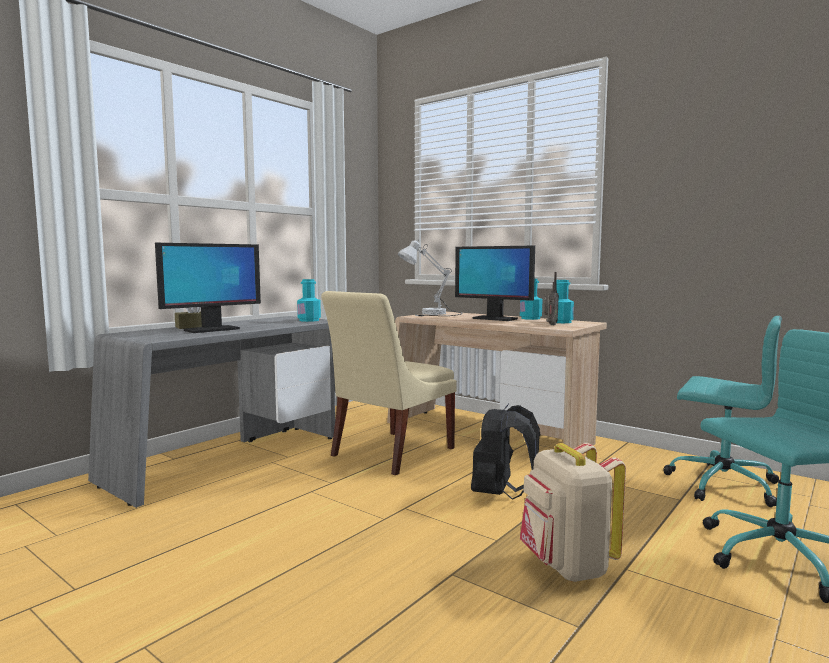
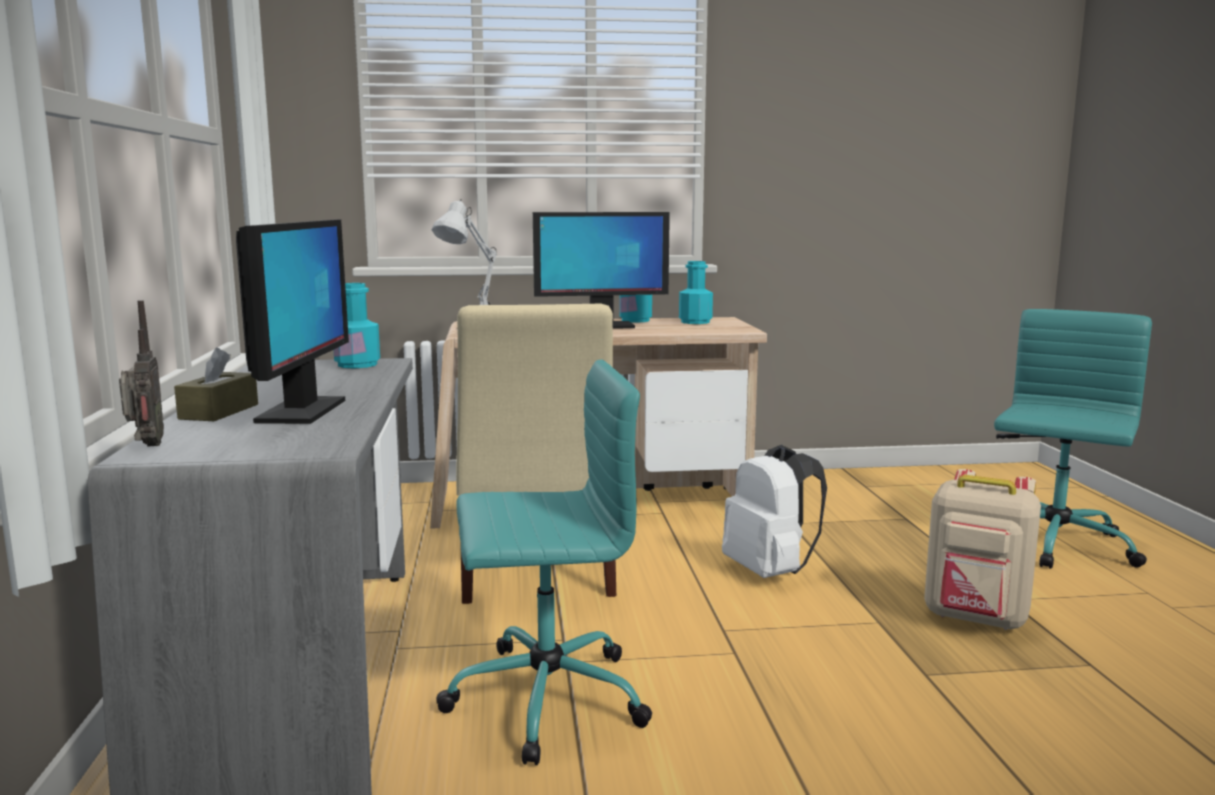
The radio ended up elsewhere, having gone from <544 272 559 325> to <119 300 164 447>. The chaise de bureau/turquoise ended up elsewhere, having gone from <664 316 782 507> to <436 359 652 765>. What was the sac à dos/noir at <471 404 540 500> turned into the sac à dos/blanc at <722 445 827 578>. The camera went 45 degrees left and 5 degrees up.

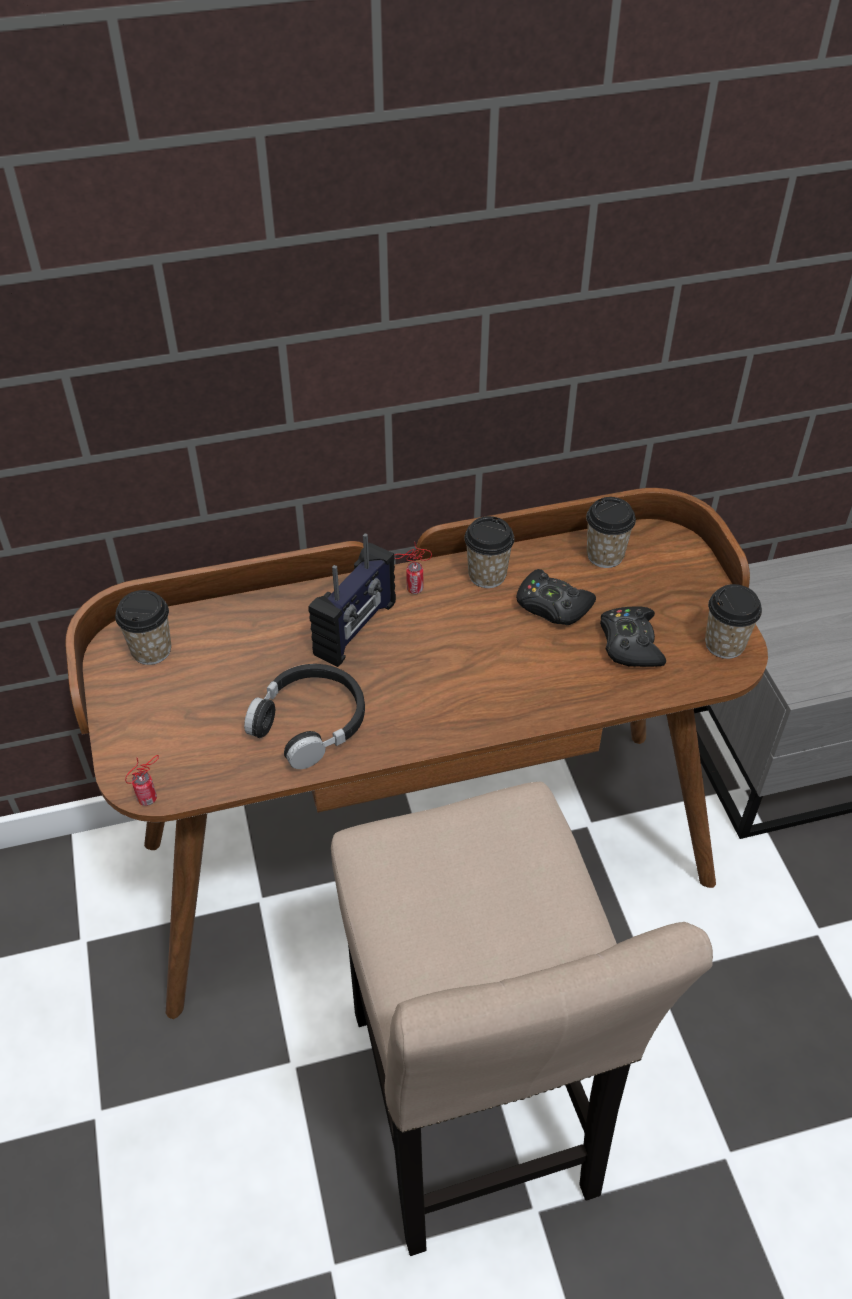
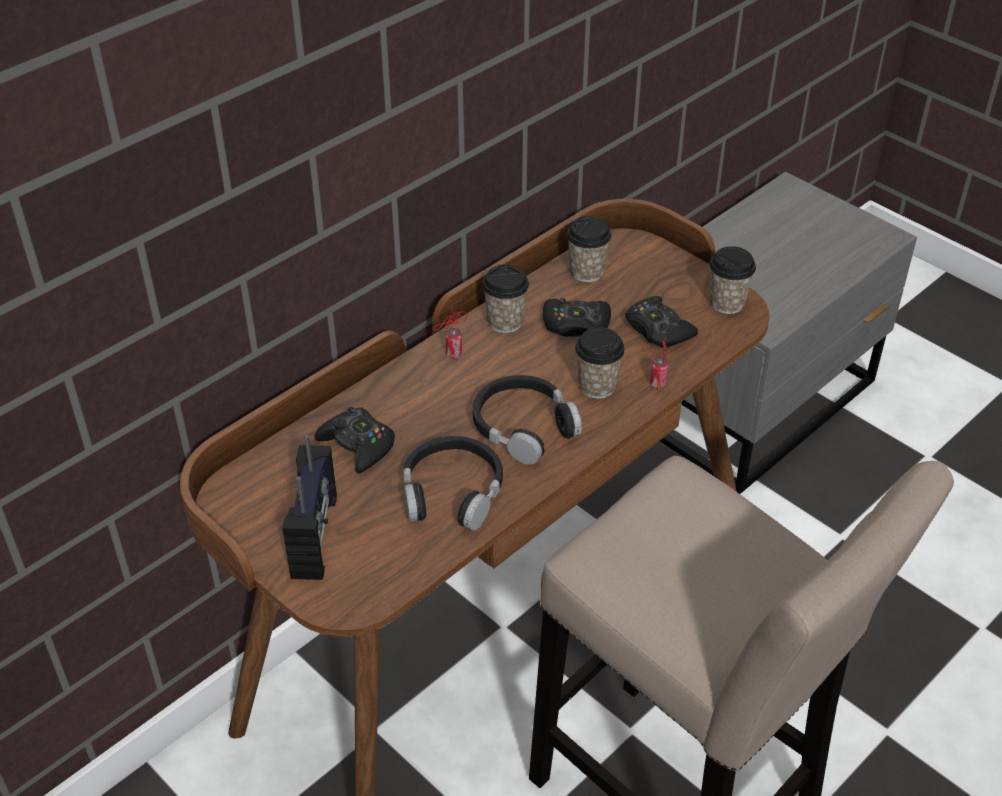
The radio ended up elsewhere, having gone from <308 533 396 667> to <282 435 337 580>. The tasse ended up elsewhere, having gone from <115 590 171 665> to <575 327 625 399>. The boîte métallique ended up elsewhere, having gone from <125 755 159 806> to <650 338 668 388>. The second view gained the casque audio/noir at <473 375 582 465>. The second view gained the manette/noir at <315 407 395 474>. The camera went 30 degrees left and 5 degrees down.

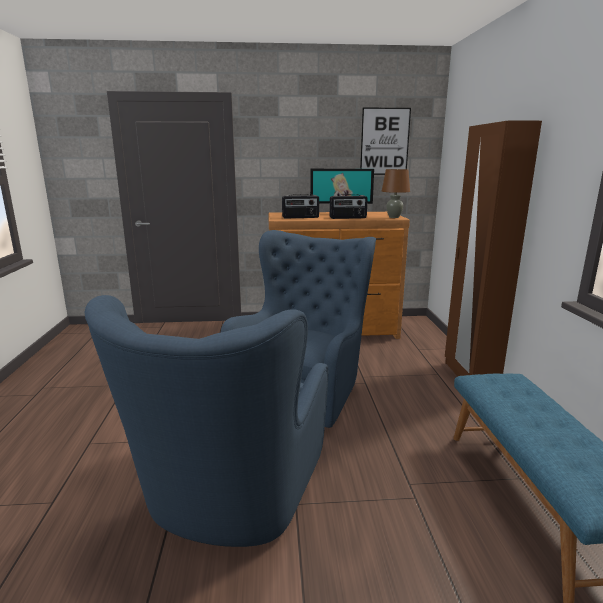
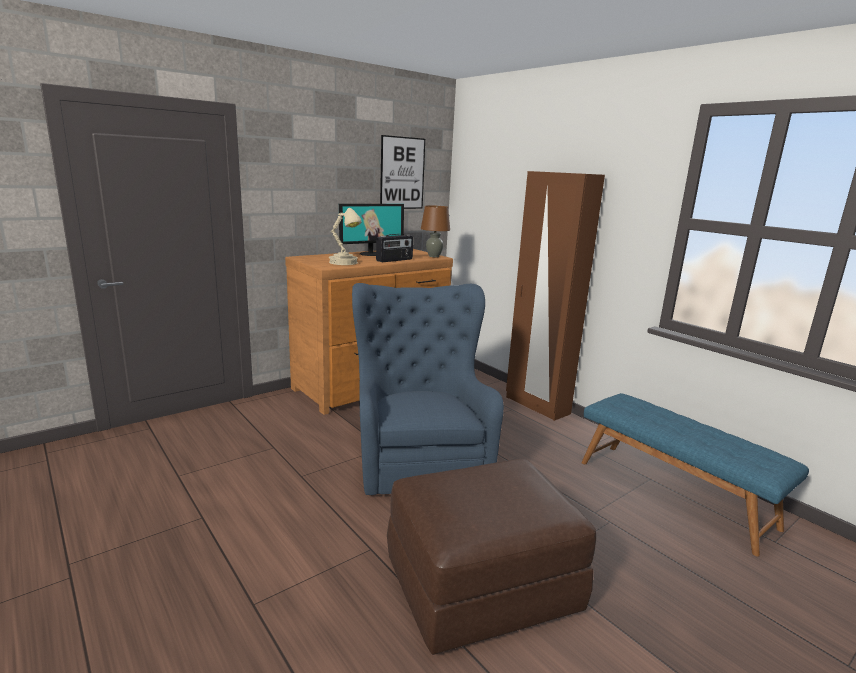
Where the radio stood at <282 194 319 219>, the lampe de table/beige came to stand at <329 208 361 265>. Where the fauteuil/bleu stood at <85 295 328 547>, the pouf/marron came to stand at <387 458 596 655>. The camera went 35 degrees left and 0 degrees up.

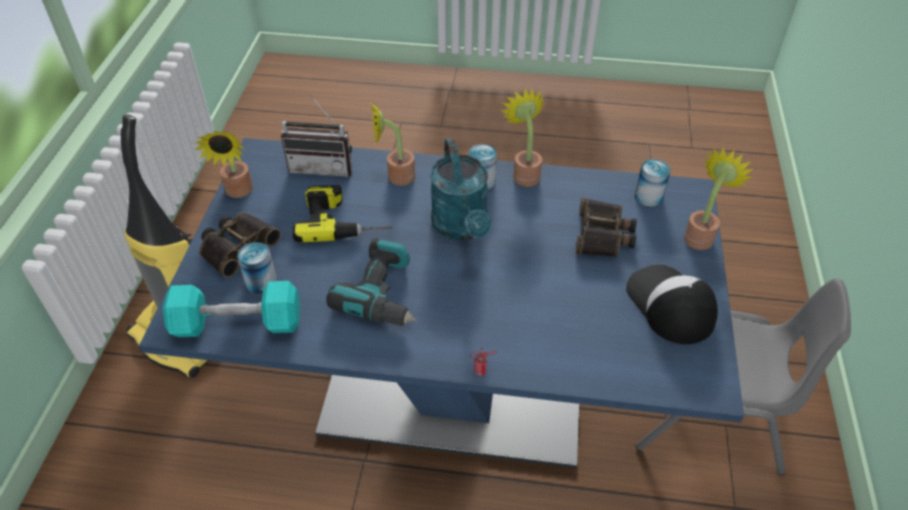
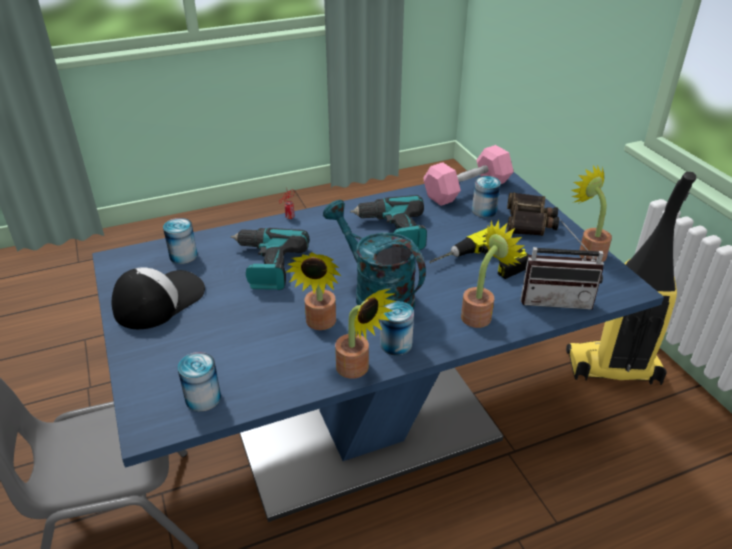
The radio at <281 94 352 177> ended up facing another way, 150 degrees counterclockwise from before. The plante en pot ended up elsewhere, having gone from <684 146 753 250> to <285 252 341 330>. The second view lost the jumelles at <575 198 637 257>. The casquette at <626 265 718 344> ended up facing another way, 90 degrees counterclockwise from before. What was the haltère/turquoise at <163 281 300 337> turned into the haltère/rose at <423 145 514 206>. The second view gained the boîte métallique at <163 218 197 264>. The second view gained the perceuse at <231 228 309 290>. The camera went 150 degrees right and 10 degrees down.

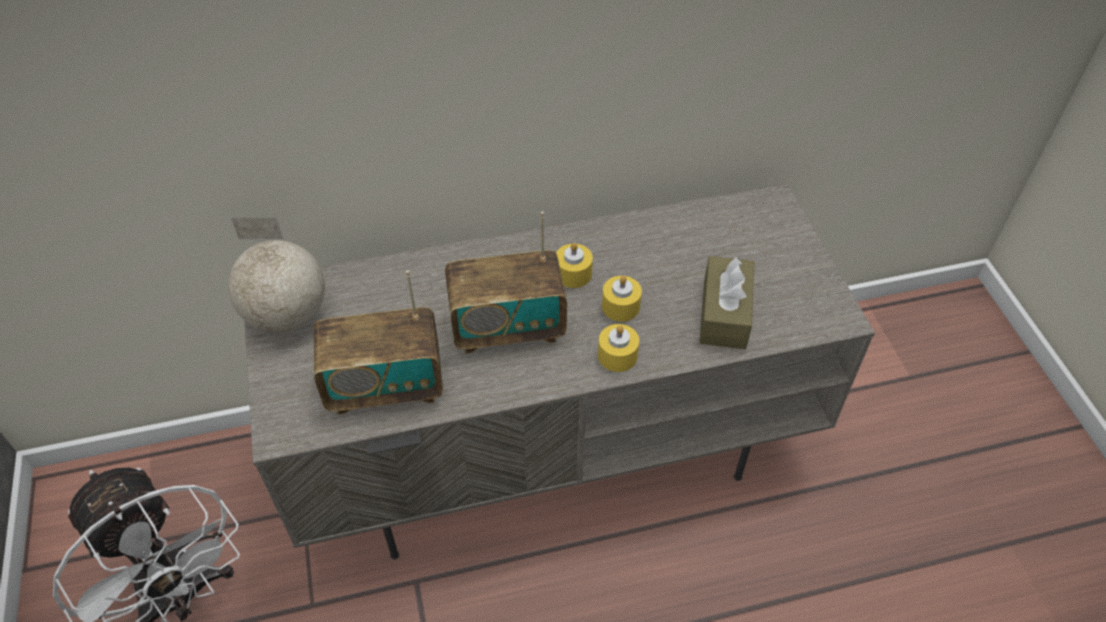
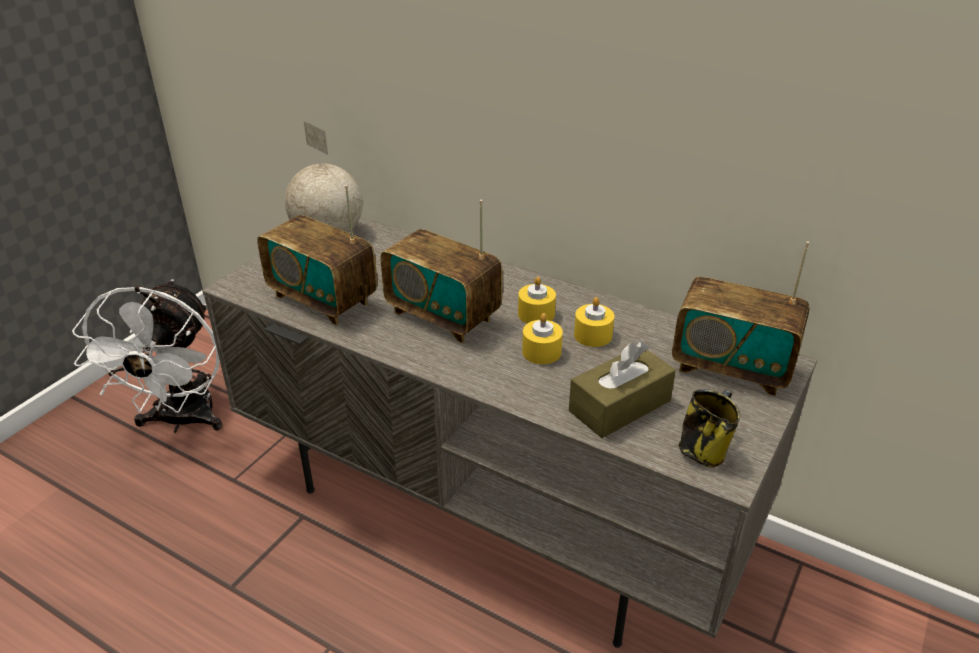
The bougie/jaune ended up elsewhere, having gone from <598 324 639 372> to <574 297 614 347>. The second view gained the radio at <672 241 809 396>. The second view gained the mug at <678 389 740 467>. The camera went 45 degrees right and 15 degrees down.

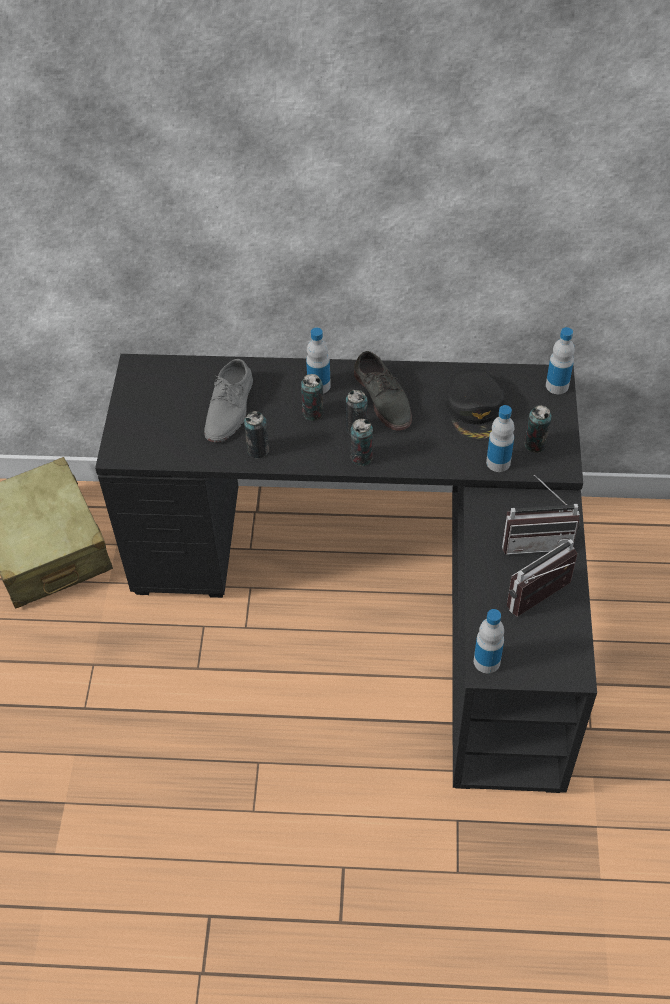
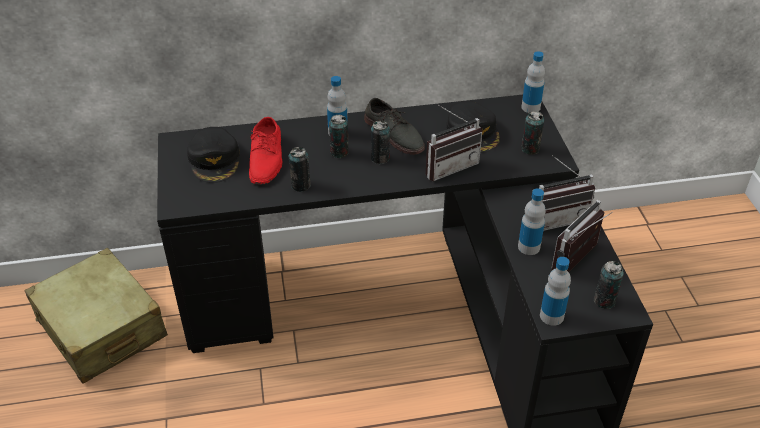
What was the chaussure/gris at <204 359 253 442> turned into the chaussure/rouge at <249 117 283 185>. The bouteille ended up elsewhere, having gone from <486 405 515 472> to <518 188 546 255>. The boîte métallique ended up elsewhere, having gone from <350 419 373 466> to <594 261 624 309>. The second view gained the radio at <426 105 482 181>. The second view gained the casquette/noir at <187 127 240 183>. The camera went 15 degrees left and 10 degrees down.

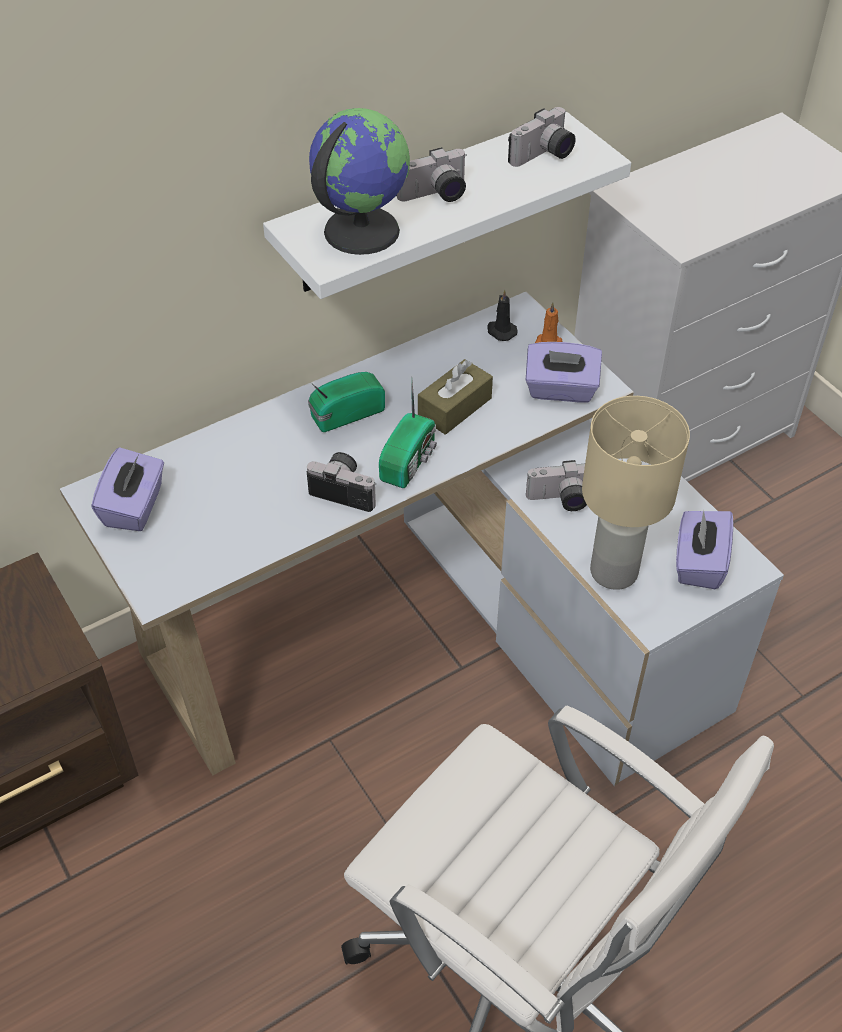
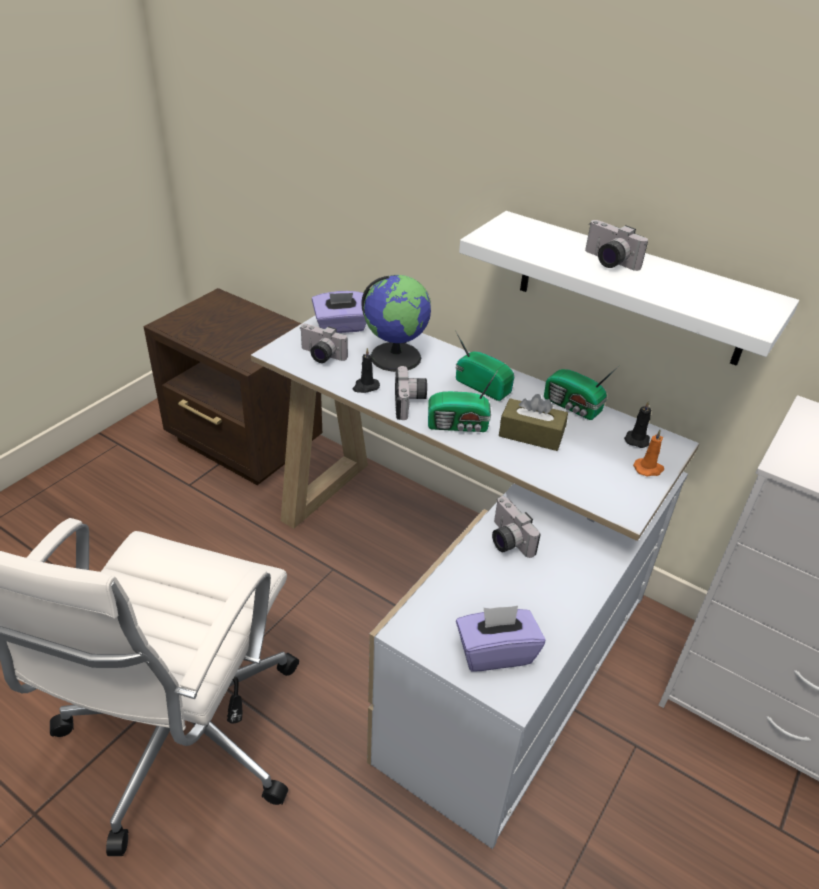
The appareil photo ended up elsewhere, having gone from <508 107 576 167> to <300 324 348 363>. The globe ended up elsewhere, having gone from <308 108 410 255> to <361 275 431 372>. The second view lost the boîte à mouchoirs/violet at <526 342 602 403>. The second view lost the lampe de table/beige at <582 396 690 590>. The second view gained the bougie/noir at <353 348 380 393>. The second view gained the radio at <544 365 620 420>. The camera went 65 degrees right and 10 degrees down.

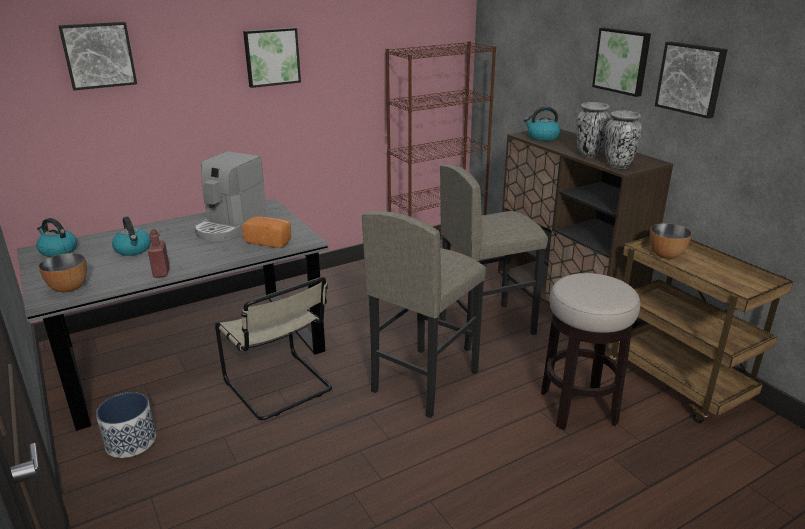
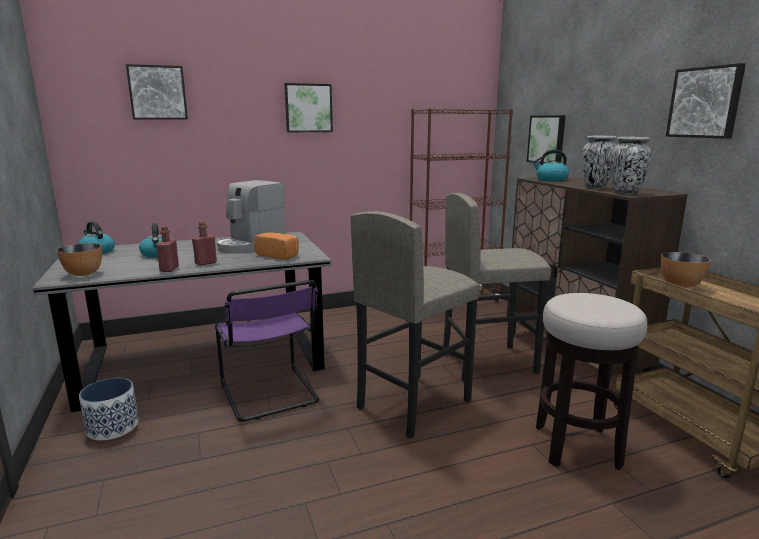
The tableau ended up elsewhere, having gone from <592 28 651 97> to <527 115 566 164>. What was the chaise/beige at <215 277 332 420> turned into the chaise/violet at <215 280 319 422>. The second view gained the bouteille/rouge at <192 222 217 266>. The camera went 10 degrees right and 10 degrees down.

